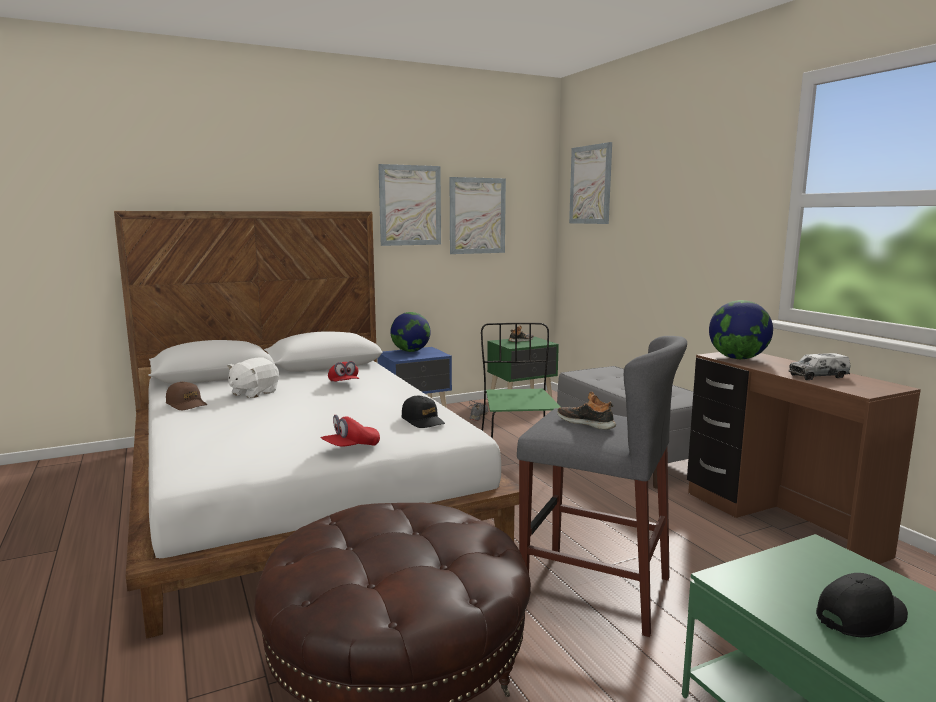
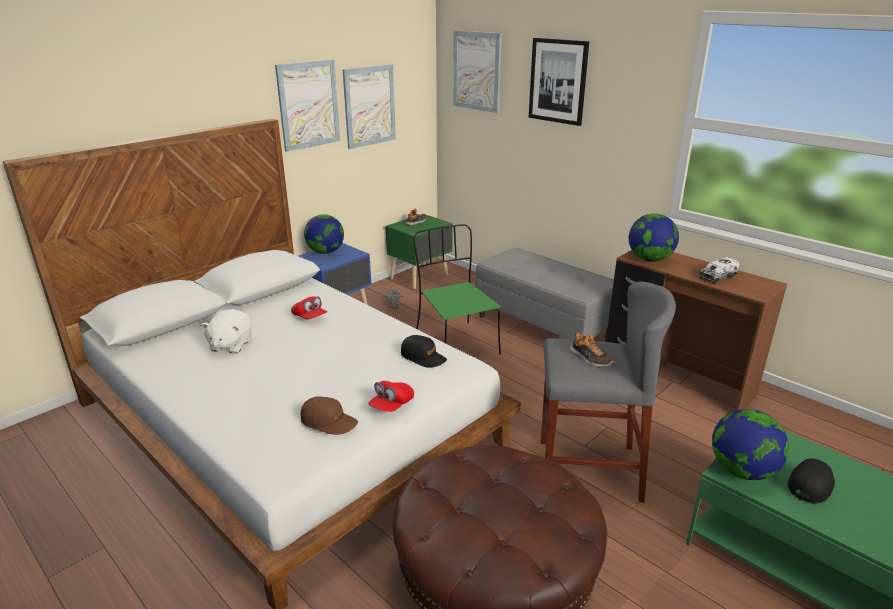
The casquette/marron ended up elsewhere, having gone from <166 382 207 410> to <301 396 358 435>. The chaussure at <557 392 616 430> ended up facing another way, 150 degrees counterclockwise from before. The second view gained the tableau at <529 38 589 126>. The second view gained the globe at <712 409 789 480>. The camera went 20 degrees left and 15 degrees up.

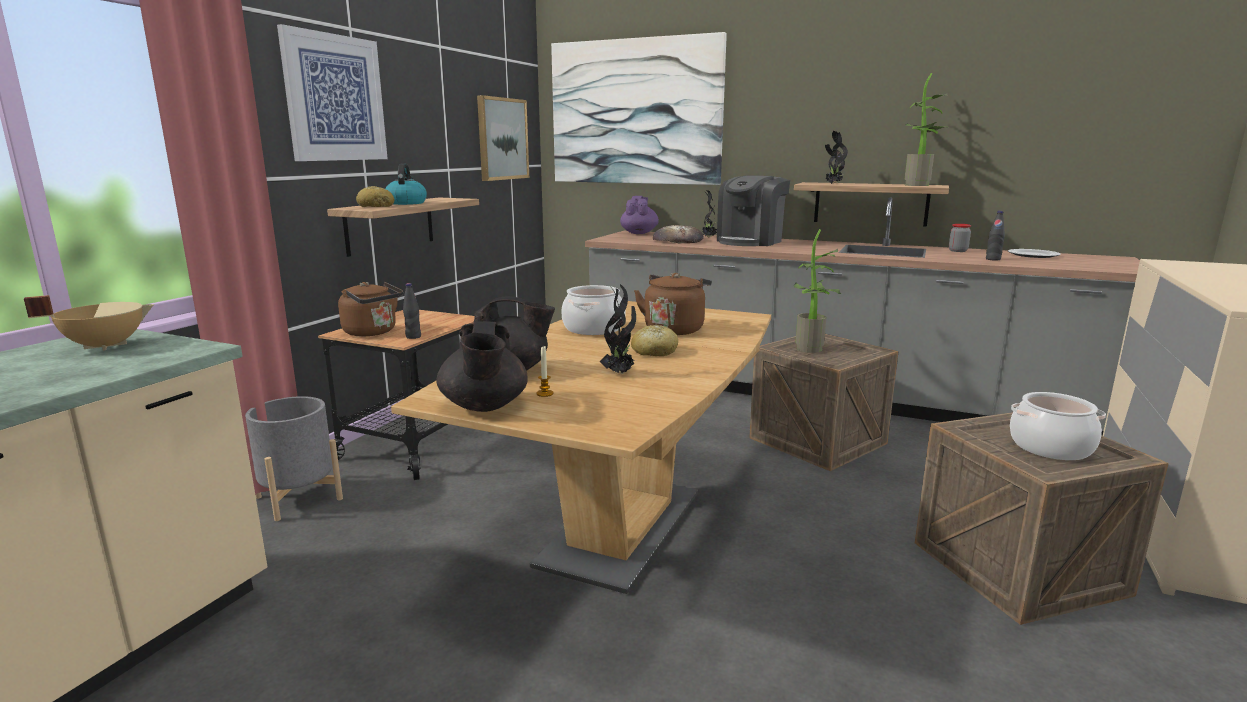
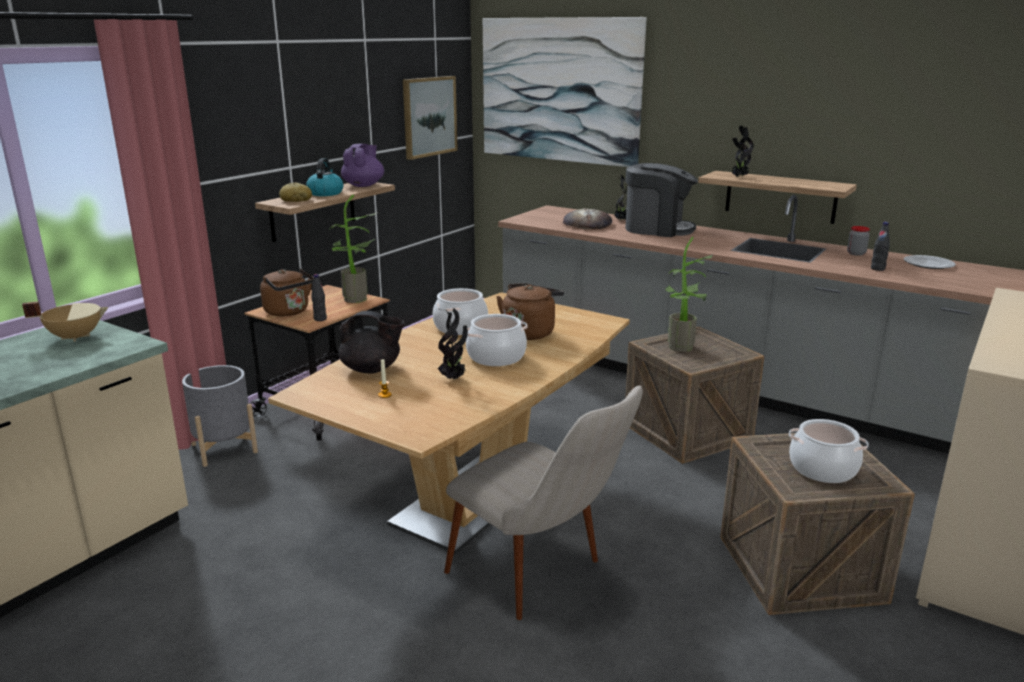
The second view lost the tableau at <277 24 388 161>. The plante en pot ended up elsewhere, having gone from <904 73 948 186> to <330 194 378 303>. The machine à café at <717 176 790 246> ended up facing another way, 120 degrees counterclockwise from before. The théière/violet ended up elsewhere, having gone from <620 196 659 234> to <341 144 384 187>. The second view lost the théière/noir at <436 321 528 412>. Where the pain stood at <631 324 678 356>, the marmite came to stand at <466 314 527 366>. The second view gained the chaise/beige at <444 386 643 620>. The camera went 10 degrees right and 5 degrees up.

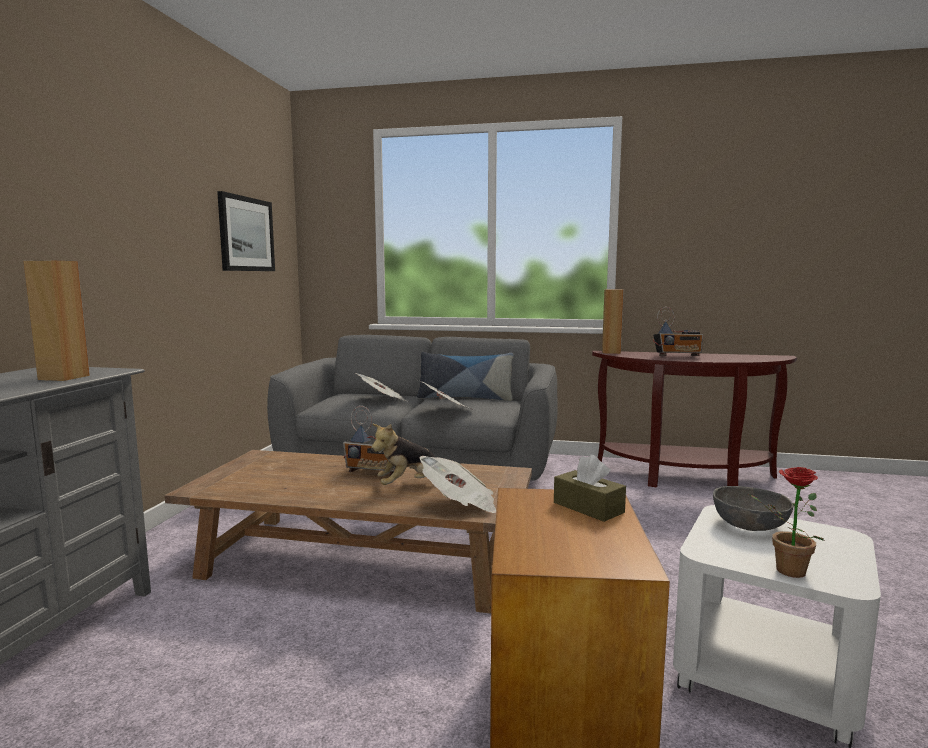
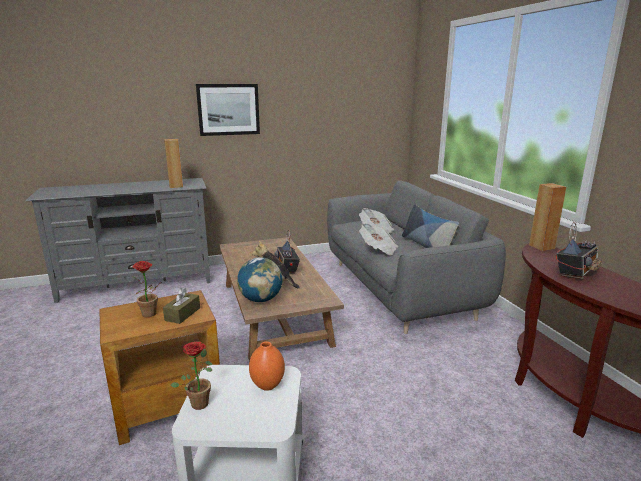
The tableau ended up elsewhere, having gone from <217 191 275 271> to <196 84 260 136>. The radio at <653 307 704 356> ended up facing another way, 105 degrees counterclockwise from before. Where the journal stood at <419 456 496 513>, the globe came to stand at <237 257 282 302>. Where the bol/gris stood at <713 486 793 531>, the vase/orange came to stand at <249 342 285 391>. The second view gained the plante en pot at <132 261 163 317>. The camera went 60 degrees right and 10 degrees up.

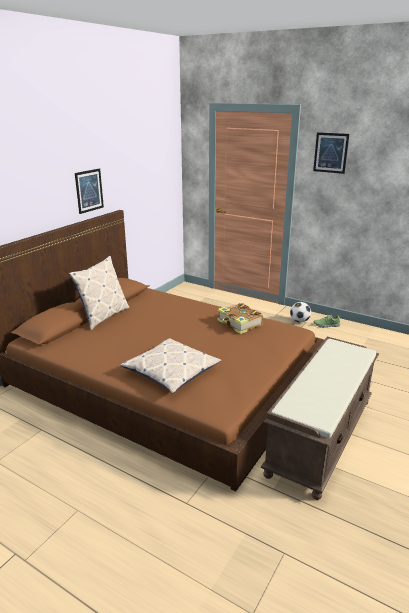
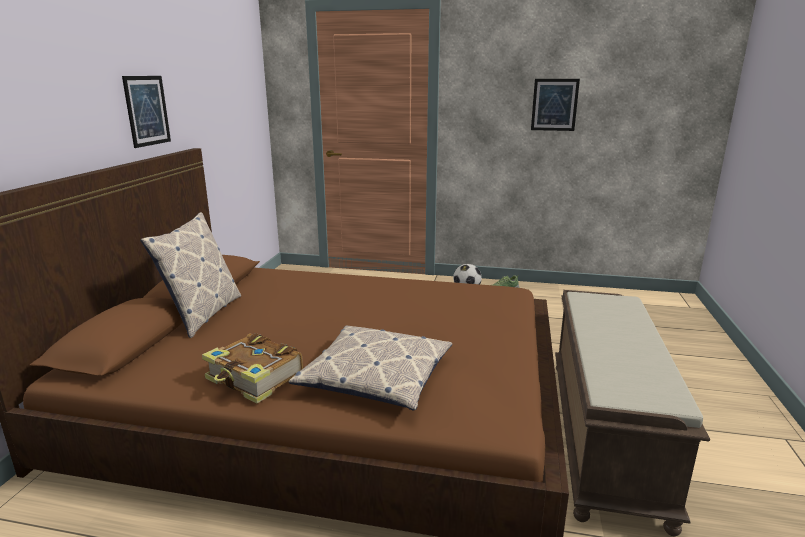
The tableau ended up elsewhere, having gone from <313 132 349 174> to <531 79 580 131>. The livre ended up elsewhere, having gone from <218 303 263 334> to <202 333 303 403>. The camera went 20 degrees left and 5 degrees down.

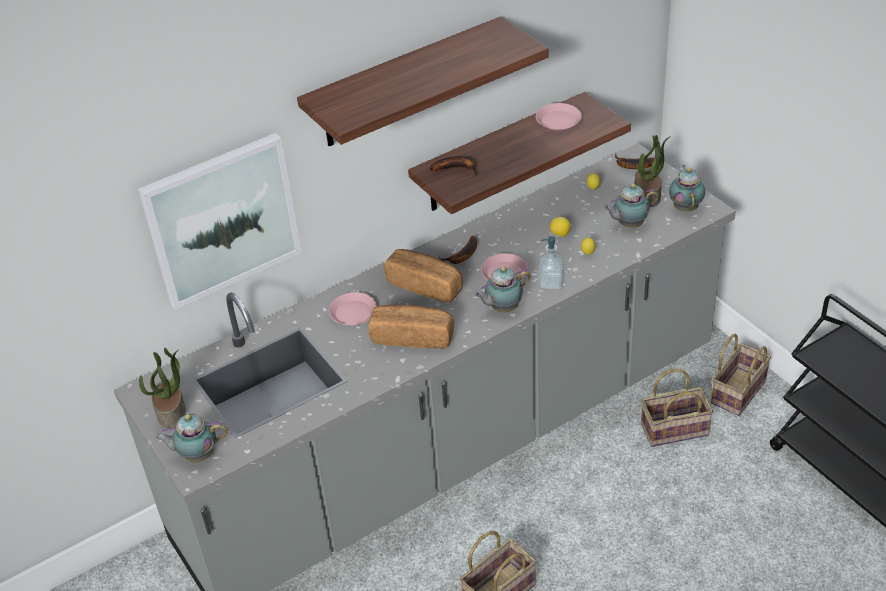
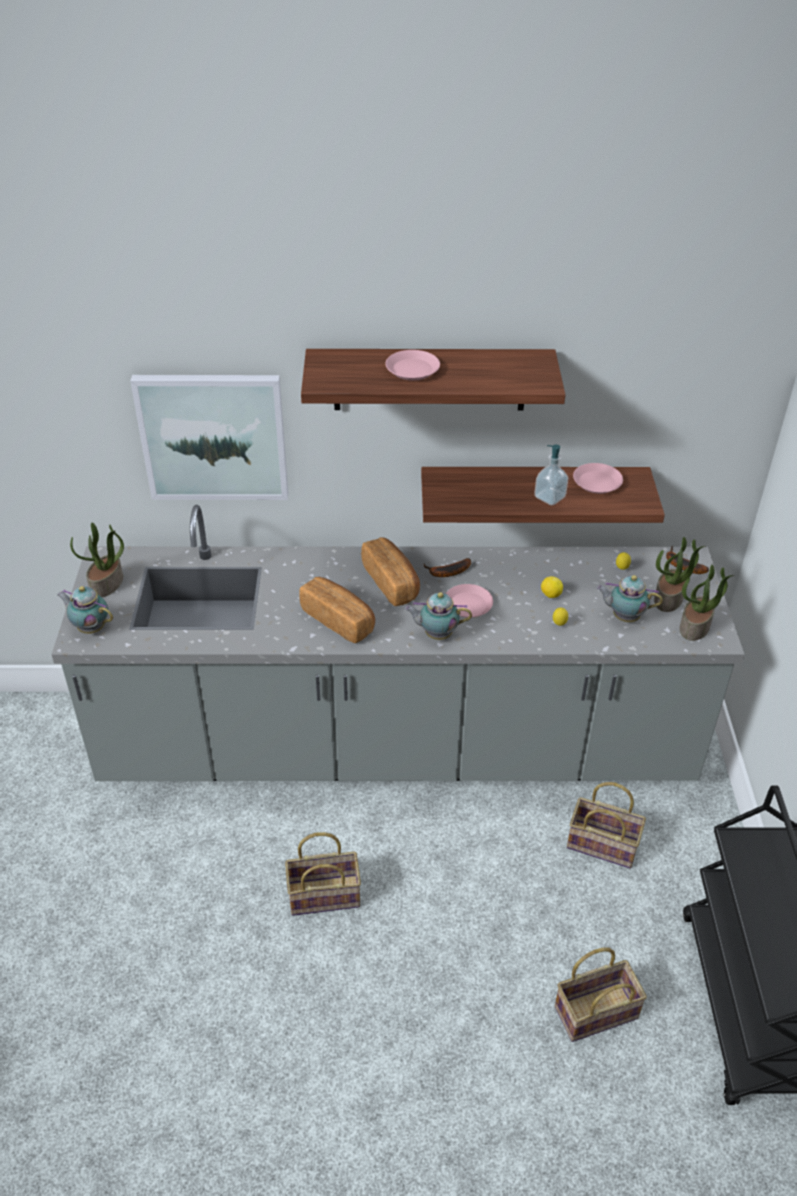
The second view lost the banane at <429 156 477 175>. Where the théière stood at <669 165 705 212>, the plante en pot came to stand at <680 565 735 641>. The distributeur de savon ended up elsewhere, having gone from <538 236 564 290> to <534 445 568 505>. The assiette/rose ended up elsewhere, having gone from <329 292 377 326> to <385 350 440 380>. The panier ended up elsewhere, having gone from <711 334 771 416> to <555 947 647 1042>. The camera went 30 degrees right and 0 degrees up.

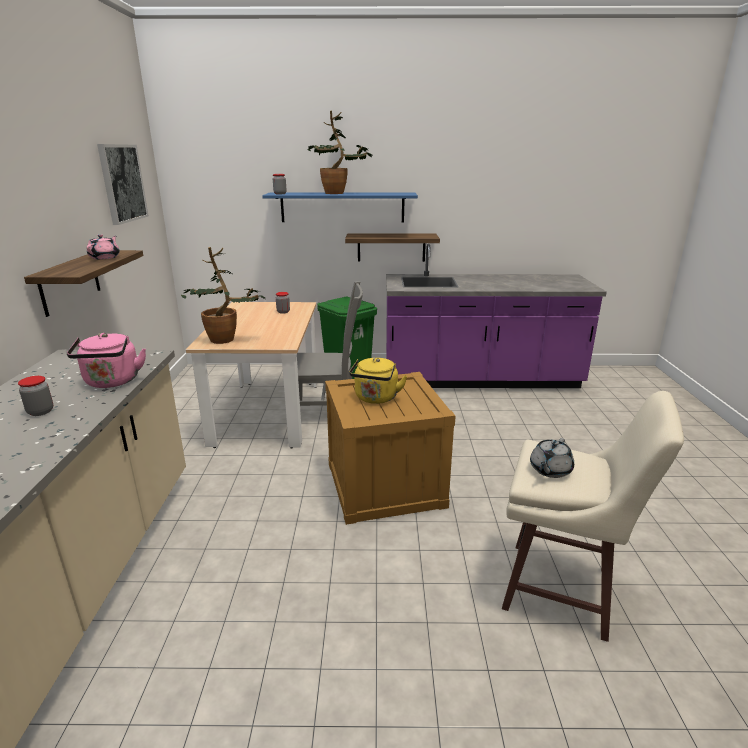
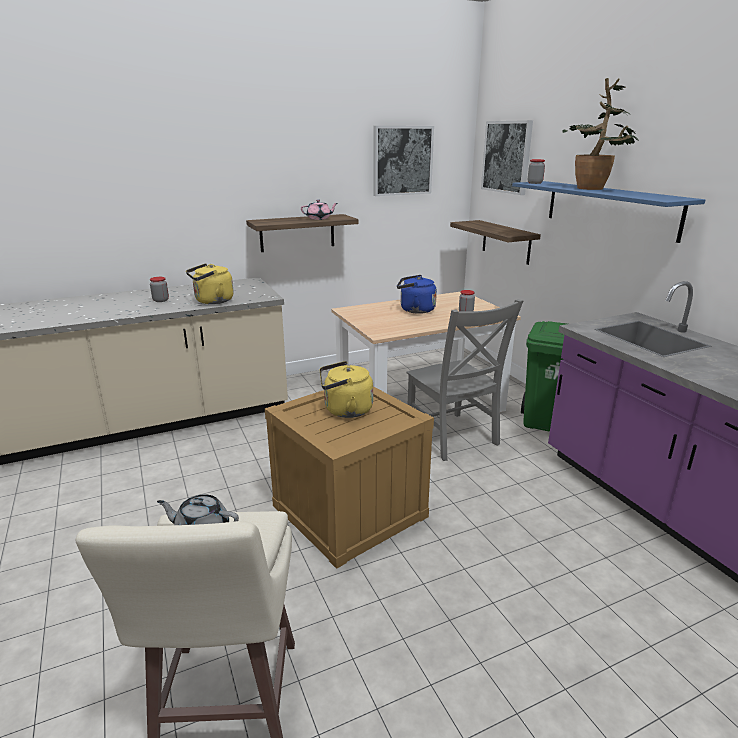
The étagère ended up elsewhere, having gone from <345 233 440 262> to <450 220 541 265>. The second view lost the plante en pot at <181 247 265 344>. What was the bouilloire/rose at <67 333 146 388> turned into the bouilloire/jaune at <186 263 234 304>. The second view gained the tableau at <481 120 533 195>. The second view gained the bouilloire/bleu at <397 275 437 314>. The camera went 65 degrees right and 0 degrees up.

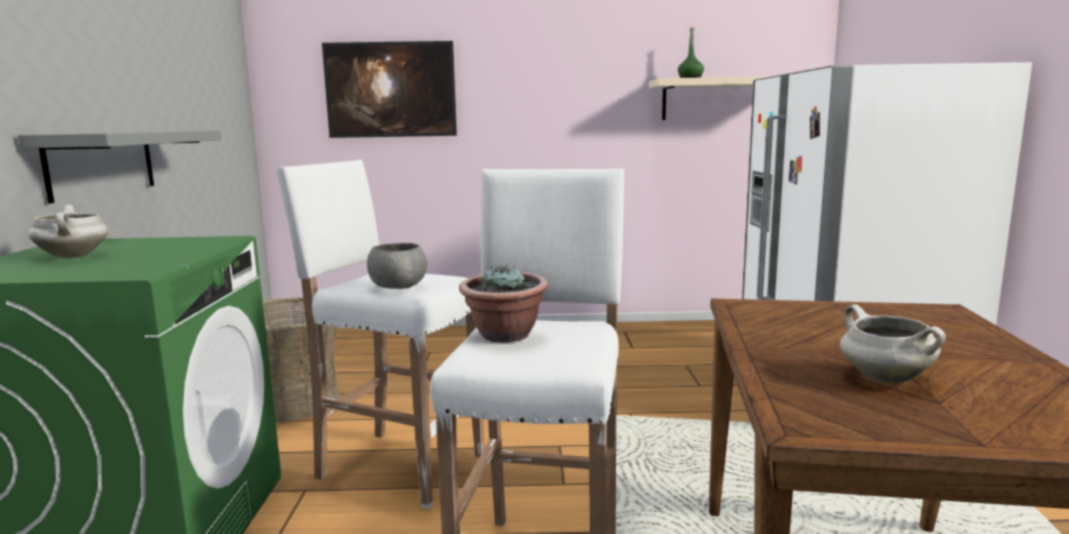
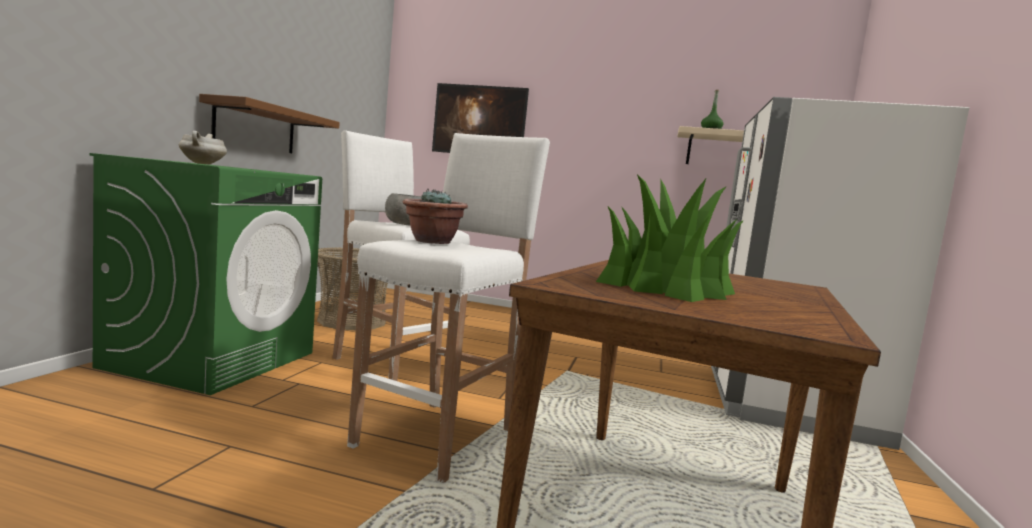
What was the étagère/gris at <18 130 221 204> turned into the étagère/marron at <199 94 340 153>. Where the marmite/blanc stood at <840 305 946 384>, the plante en pot came to stand at <596 174 744 302>. The camera went 15 degrees right and 5 degrees down.

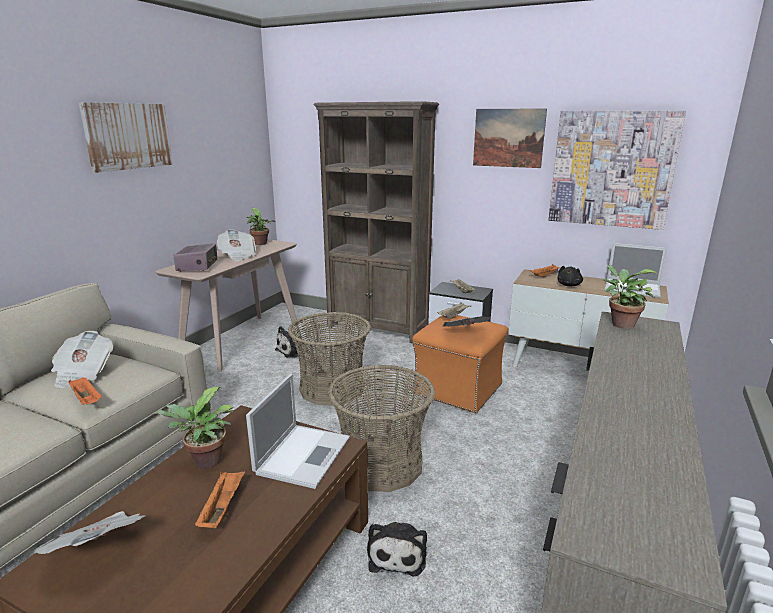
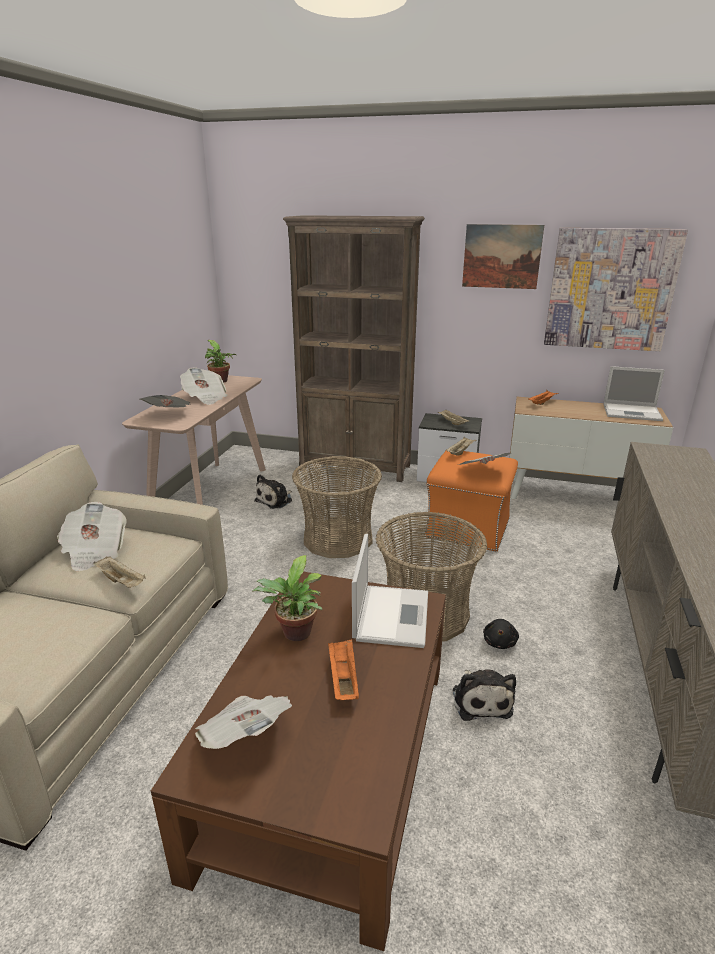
The second view lost the tableau at <79 102 173 173>. Where the radio stood at <174 243 217 271>, the journal came to stand at <139 395 190 407>. The second view lost the plante en pot at <603 265 658 329>. The peluche/noir ended up elsewhere, having gone from <557 266 583 286> to <483 619 519 649>. What was the plateau/orange at <69 377 102 405> turned into the plateau/beige at <93 556 146 588>. The camera went 10 degrees left and 5 degrees up.

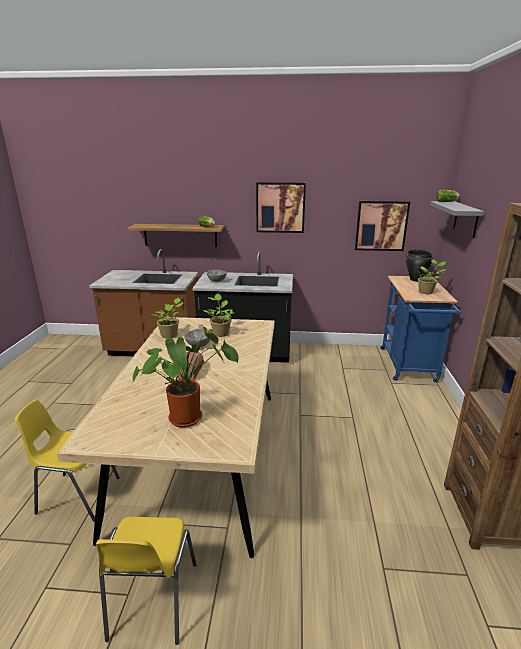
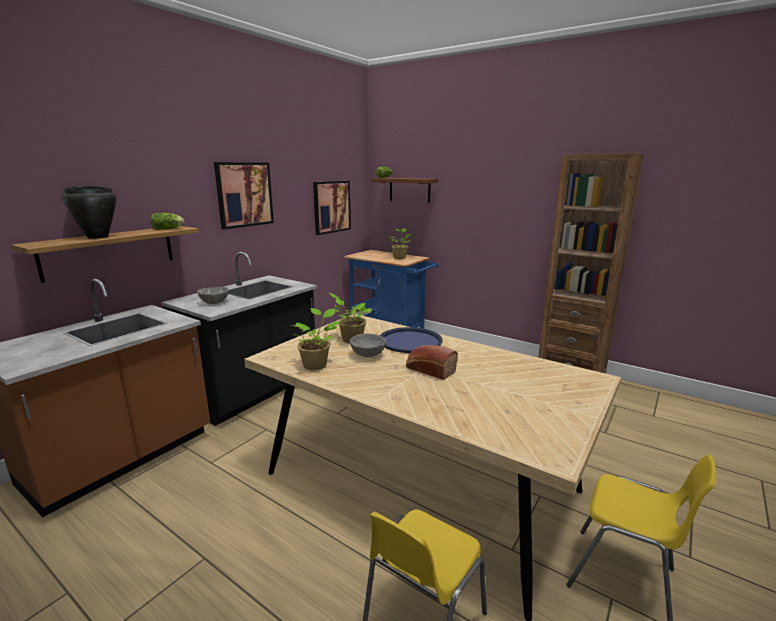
What was the étagère/gris at <430 201 484 239> turned into the étagère/marron at <371 178 438 203>. The marmite/noir ended up elsewhere, having gone from <405 249 433 281> to <62 186 116 239>. The second view lost the plante en pot at <133 327 239 428>. The second view gained the plateau/bleu at <380 327 442 353>. The camera went 60 degrees left and 5 degrees down.

